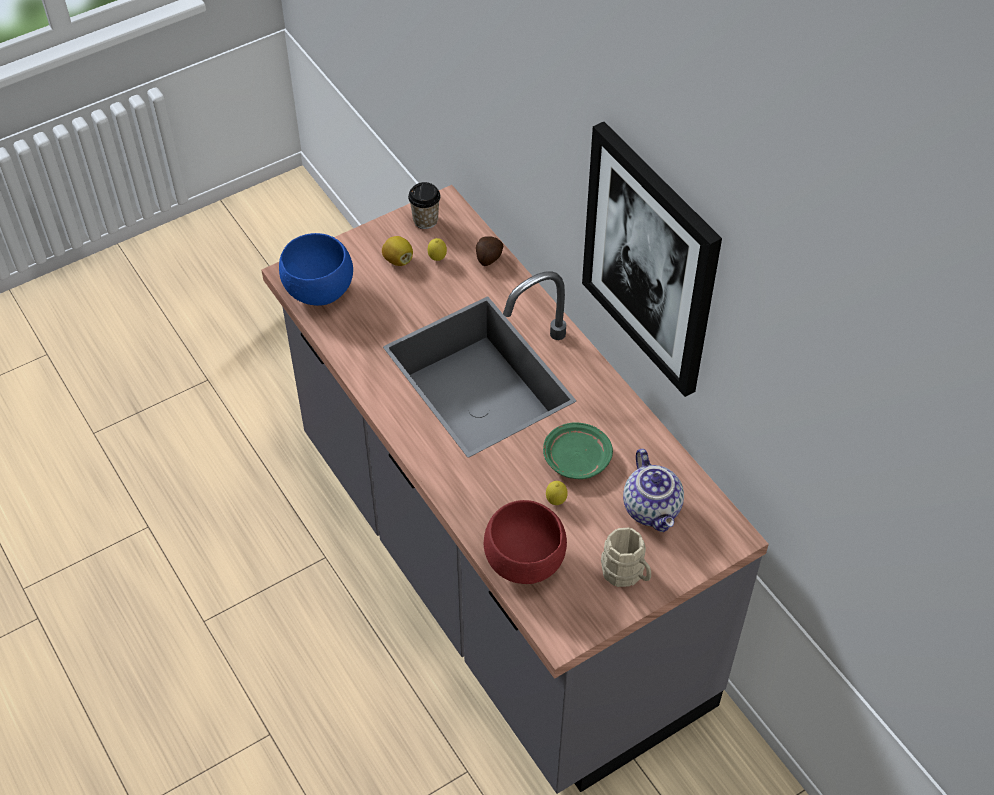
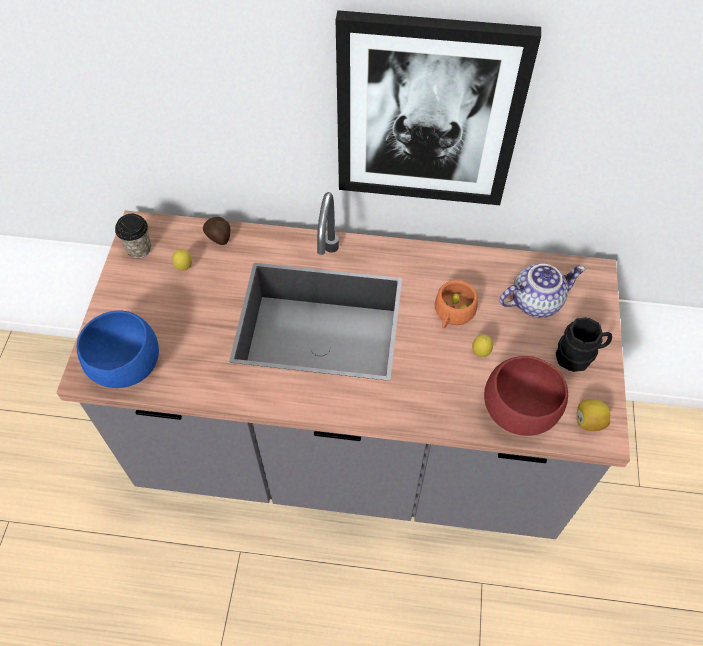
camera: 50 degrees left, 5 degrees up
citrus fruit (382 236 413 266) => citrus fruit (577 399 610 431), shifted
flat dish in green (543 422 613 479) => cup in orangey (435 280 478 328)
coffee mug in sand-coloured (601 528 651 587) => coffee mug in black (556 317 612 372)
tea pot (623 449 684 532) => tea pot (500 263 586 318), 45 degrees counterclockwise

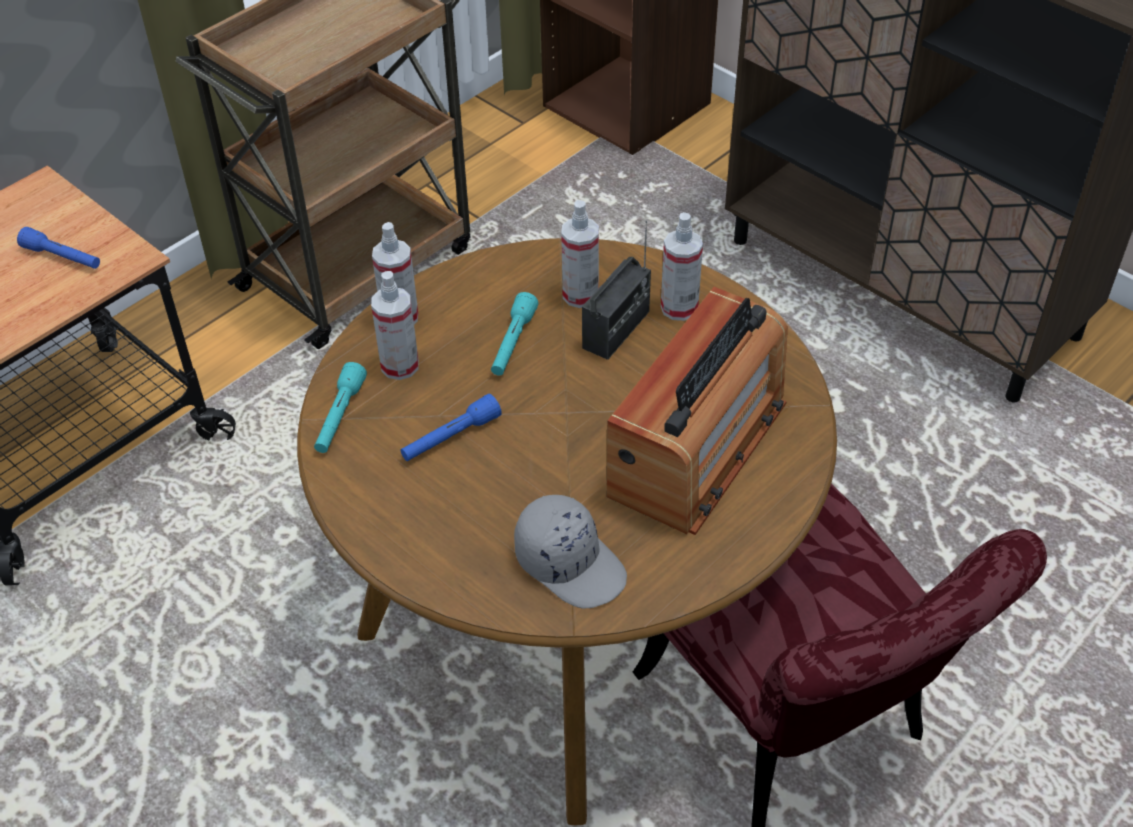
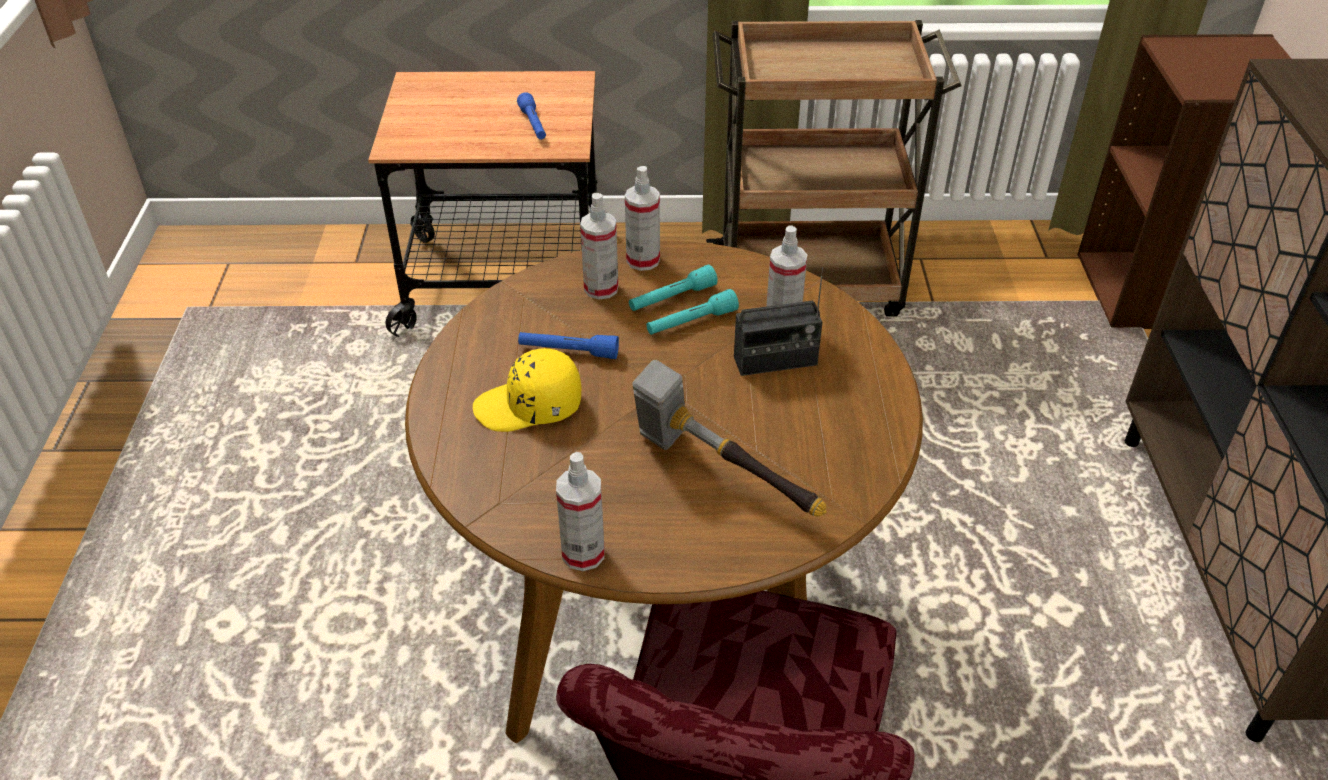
camera: 45 degrees right, 5 degrees down
torch in turquoise-coloured (314 362 367 453) => torch in turquoise-coloured (629 265 718 311), shifted
baseball cap in grey (514 495 627 609) => nothing
radio receiver (606 287 788 535) => hand hammer (632 360 827 516)
hand sprayer (661 212 703 321) => hand sprayer (556 452 605 571), shifted
nothing => baseball cap in yellowish (473 348 581 432)

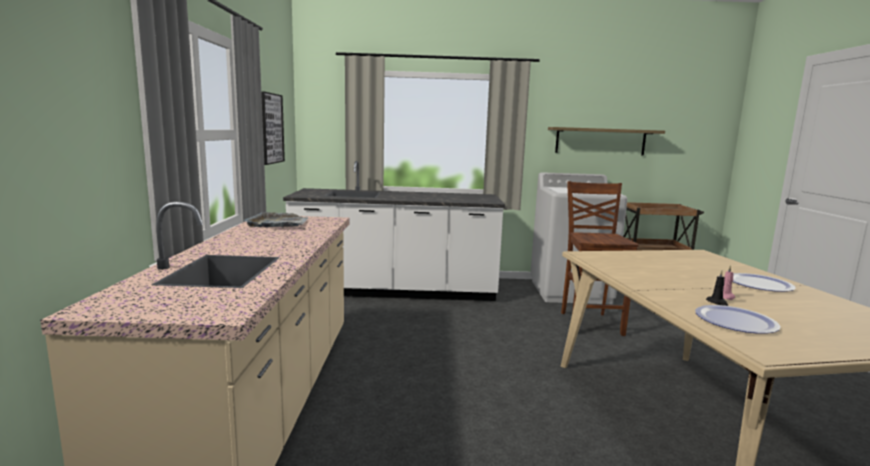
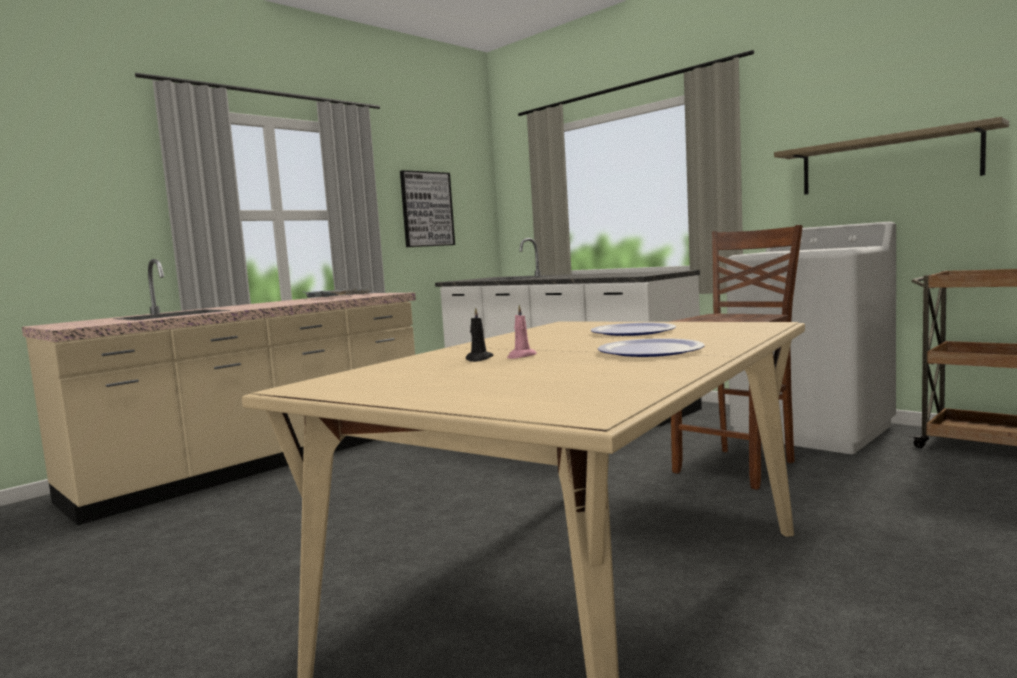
camera: 45 degrees right, 5 degrees down
flat dish (695 305 781 334) => flat dish (591 323 676 336), shifted

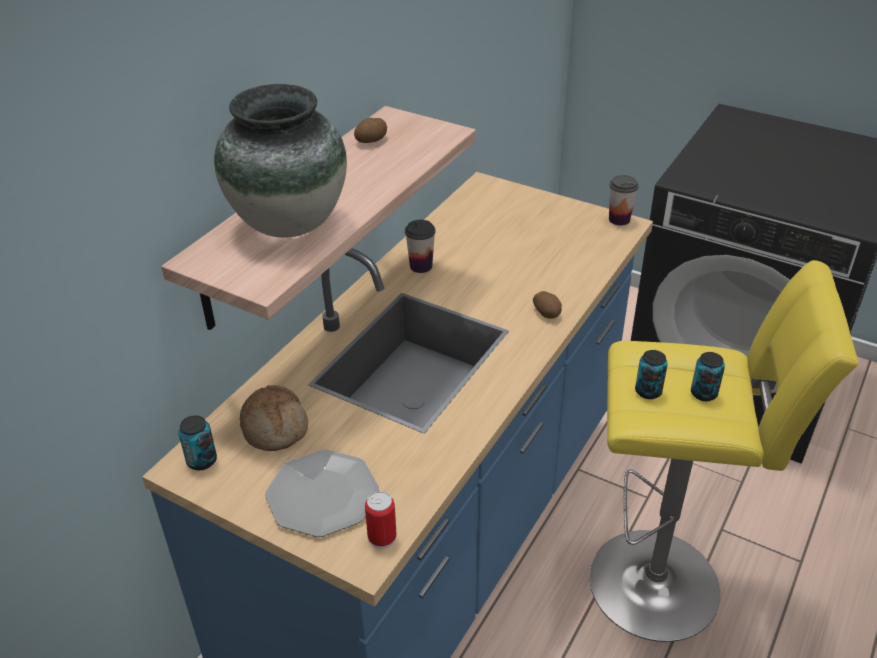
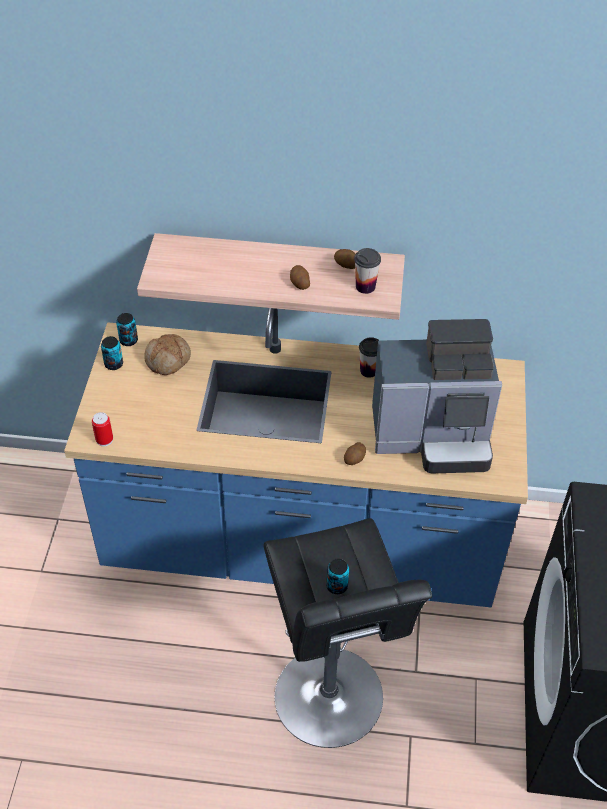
camera: 65 degrees right, 10 degrees up
flower vase (214 84 347 238) => nothing
flat dish (265 449 379 537) => nothing
stool in yellowish (590 260 858 642) => stool in black (263 518 432 748)
cup (609 175 639 226) => cup (354 248 381 294), shifted
metal can (635 350 668 399) => metal can (101 336 123 370), shifted
nothing => whole potato (290 265 310 290)
nothing => coffee machine (372 319 502 473)

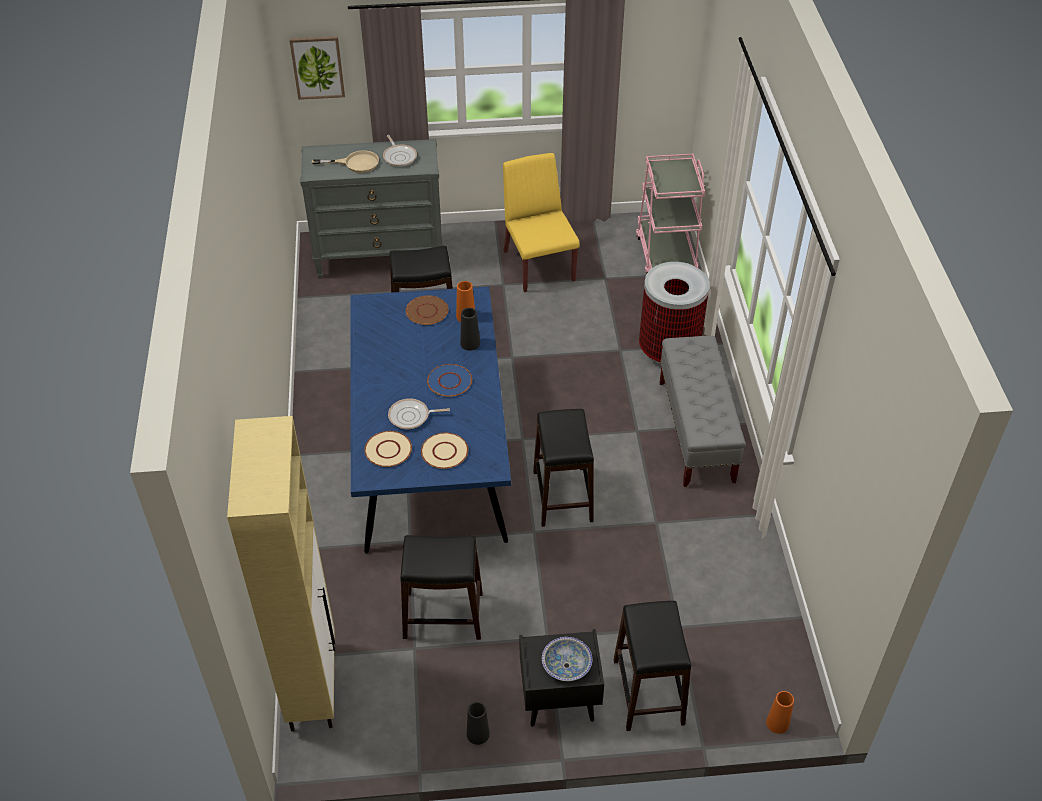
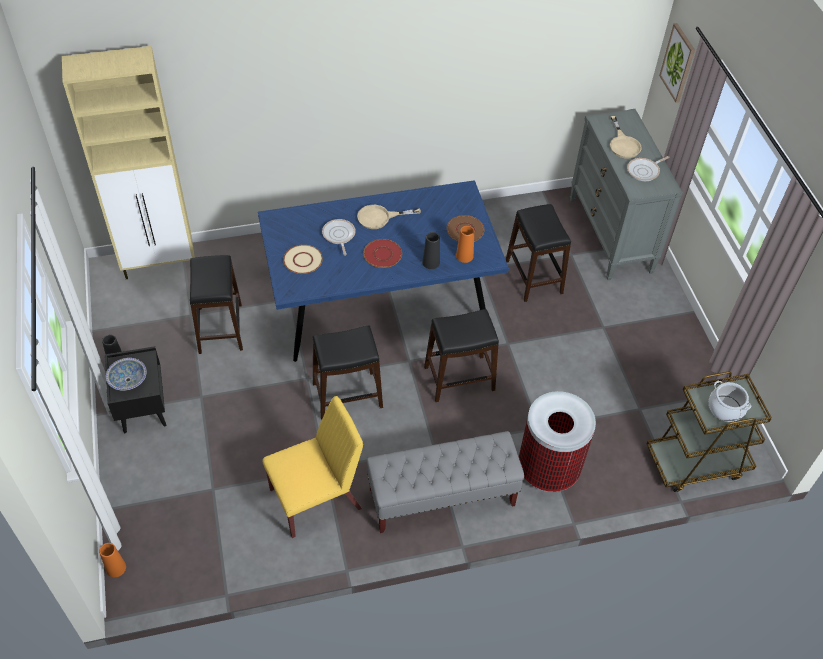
camera: 80 degrees right, 5 degrees up
flat dish in sand-coloured (364 431 412 467) => nothing
flat dish in blue (427 364 472 397) => flat dish in red (363 239 402 268)
upright chair in yellowish (503 153 580 292) => upright chair in yellowish (262 396 363 538), shifted
stool in black (614 601 691 731) => stool in black (424 309 499 402), shifted
wheeled cart in pinkish (636 154 705 274) => wheeled cart in brown-coloured (647 372 772 492)
nothing => skillet in sand-coloured (357 205 421 229)
nothing => cooking pot (709 380 751 422)

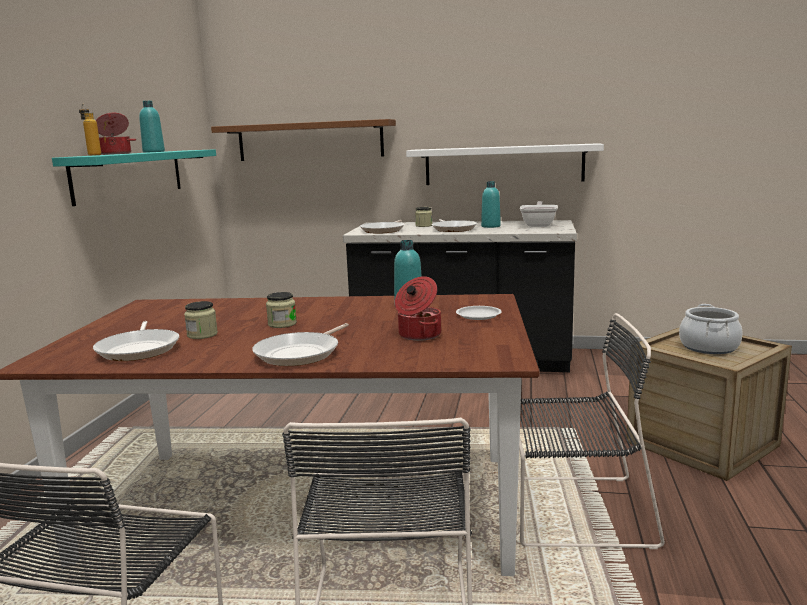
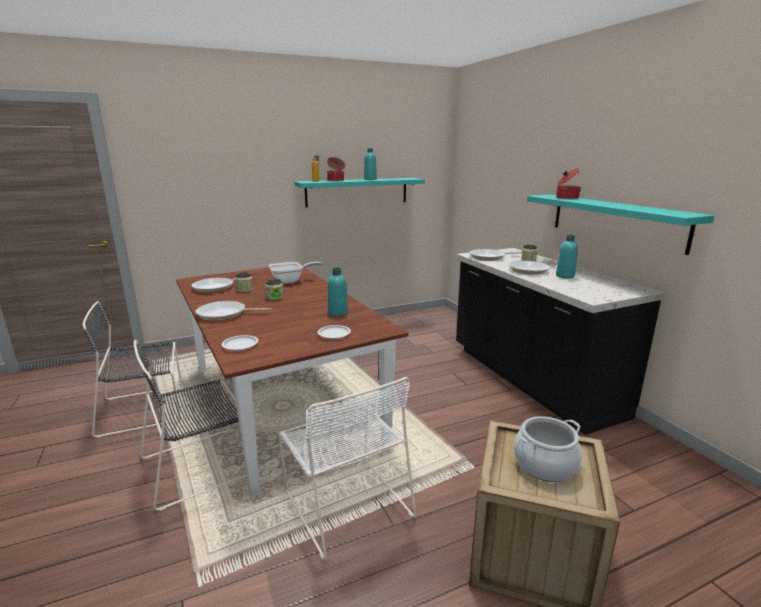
camera: 55 degrees right, 5 degrees up
bracket shelf in brown-coloured (211 119 396 161) => nothing
cooking pot (395 276 441 341) => cooking pot (556 168 581 199), shifted
bracket shelf in white-coloured (406 143 604 185) => bracket shelf in turquoise-coloured (527 195 715 255)
upright chair in black (518 313 665 549) => upright chair in white-coloured (279 377 416 561)
skillet (520 201 558 227) => skillet (269 262 323 284), shifted
nothing => flat dish in white-coloured (222 335 258 351)

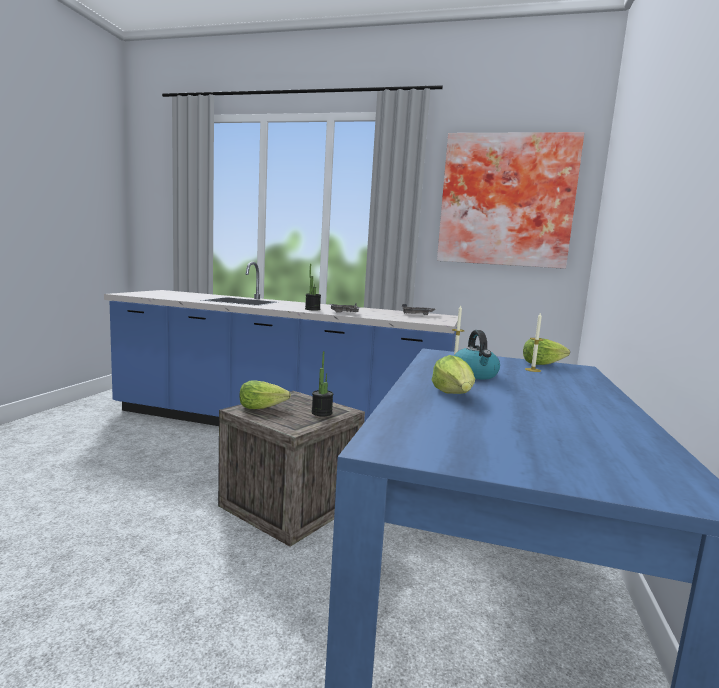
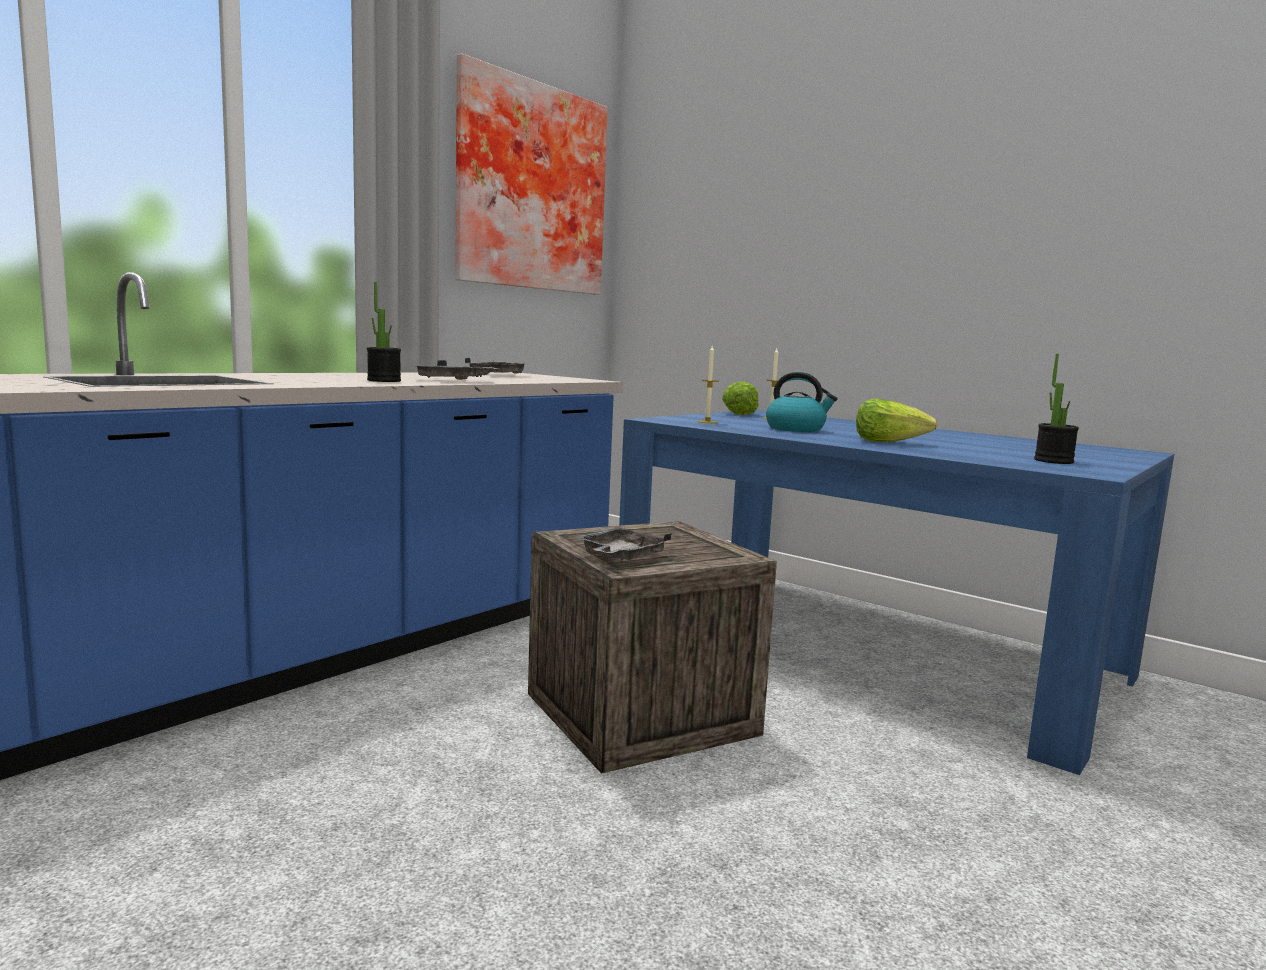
camera: 65 degrees left, 0 degrees up
lettuce (240 380 291 409) => serving tray in grey (576 528 671 560)
plant in a pot (311 351 333 416) => plant in a pot (1034 354 1079 464), shifted

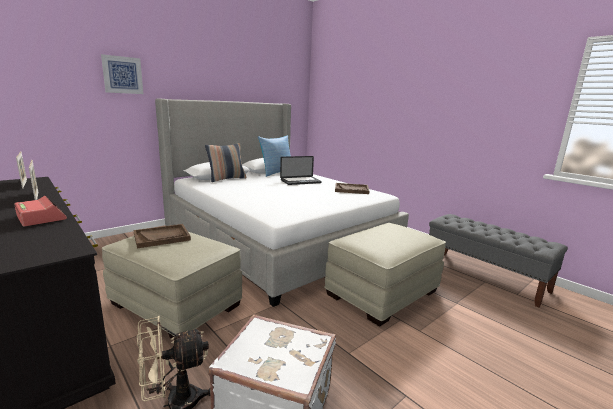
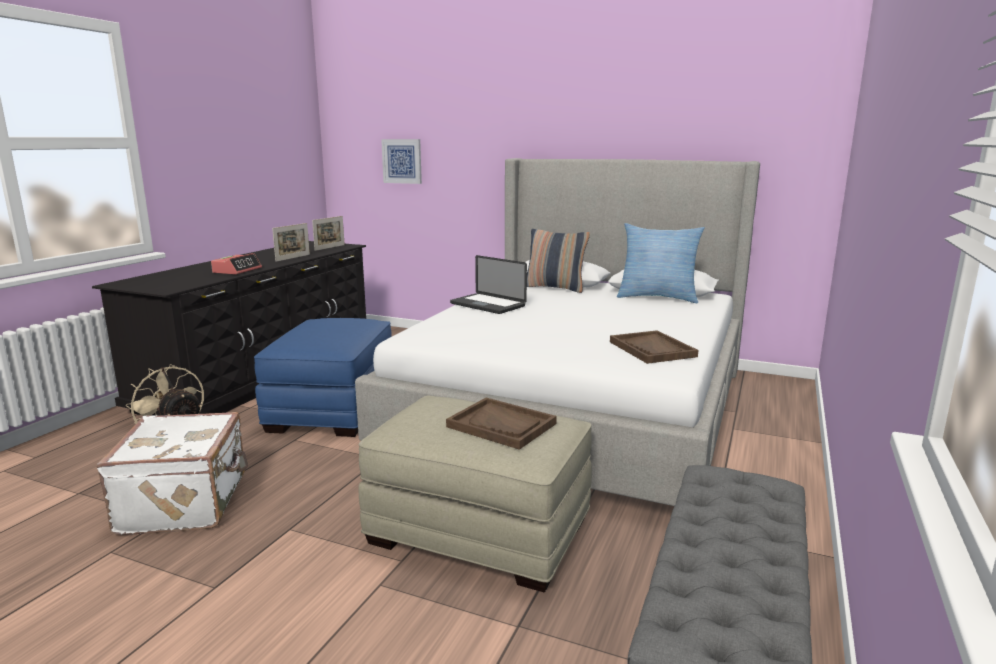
camera: 65 degrees right, 0 degrees up
wall art (101 54 143 94) => wall art (381 139 422 184), shifted
pouffe in sand-coloured (102 232 242 338) => pouffe in blue (254 318 392 437)
serving tray in brown-coloured (134 224 191 249) => serving tray in brown-coloured (446 398 557 450), shifted
portable computer (280 156 322 185) => portable computer (450 255 527 314), shifted

